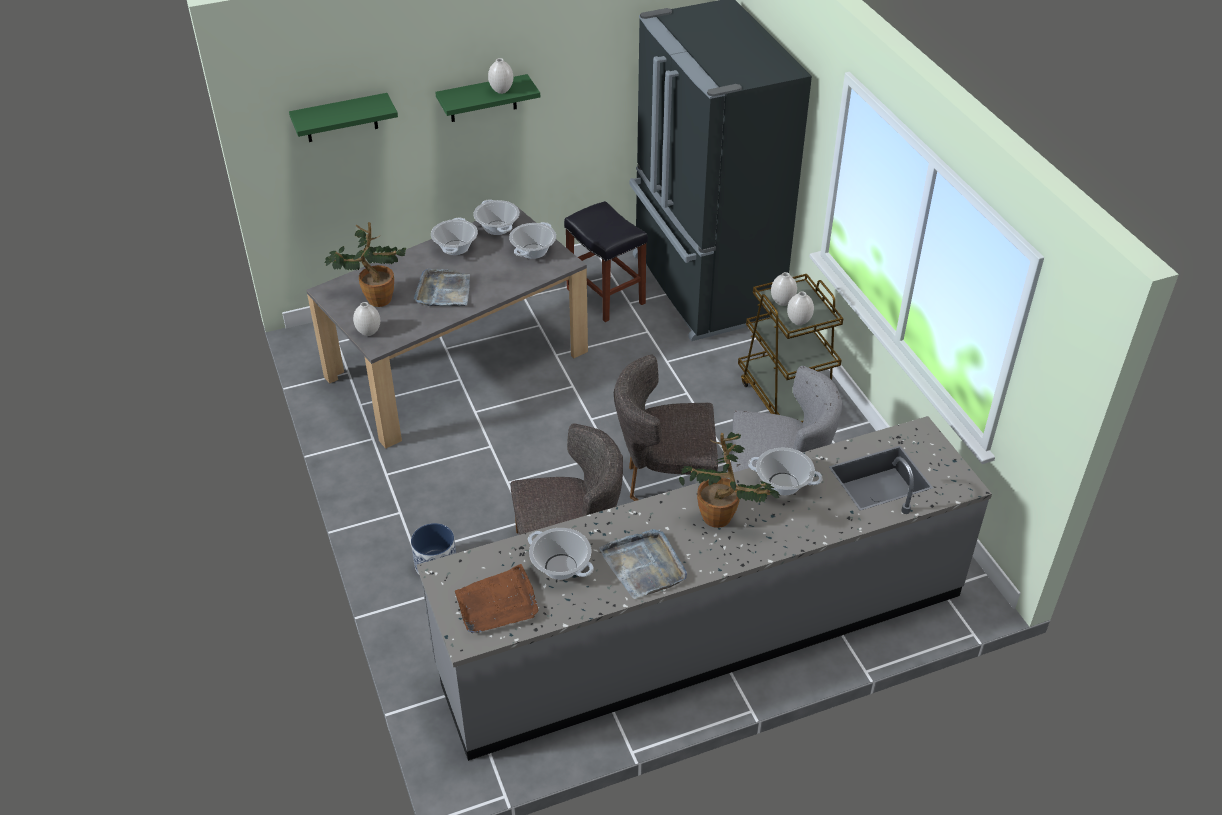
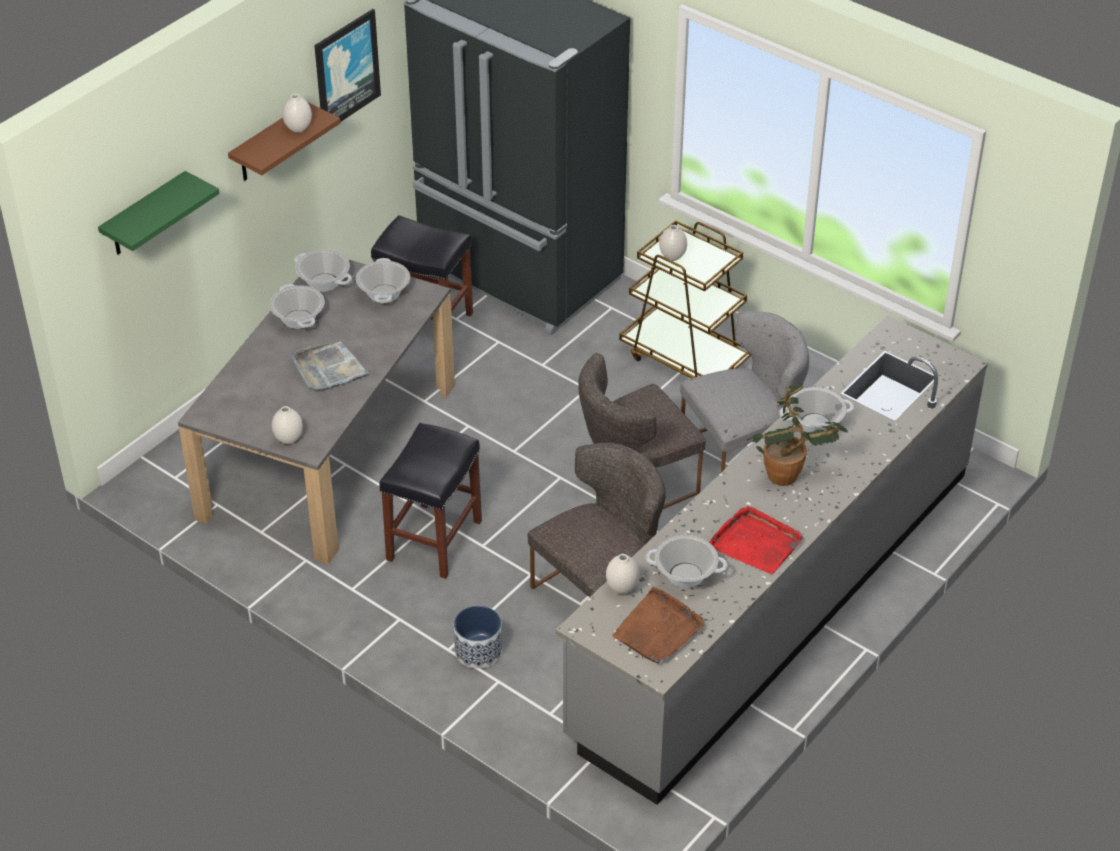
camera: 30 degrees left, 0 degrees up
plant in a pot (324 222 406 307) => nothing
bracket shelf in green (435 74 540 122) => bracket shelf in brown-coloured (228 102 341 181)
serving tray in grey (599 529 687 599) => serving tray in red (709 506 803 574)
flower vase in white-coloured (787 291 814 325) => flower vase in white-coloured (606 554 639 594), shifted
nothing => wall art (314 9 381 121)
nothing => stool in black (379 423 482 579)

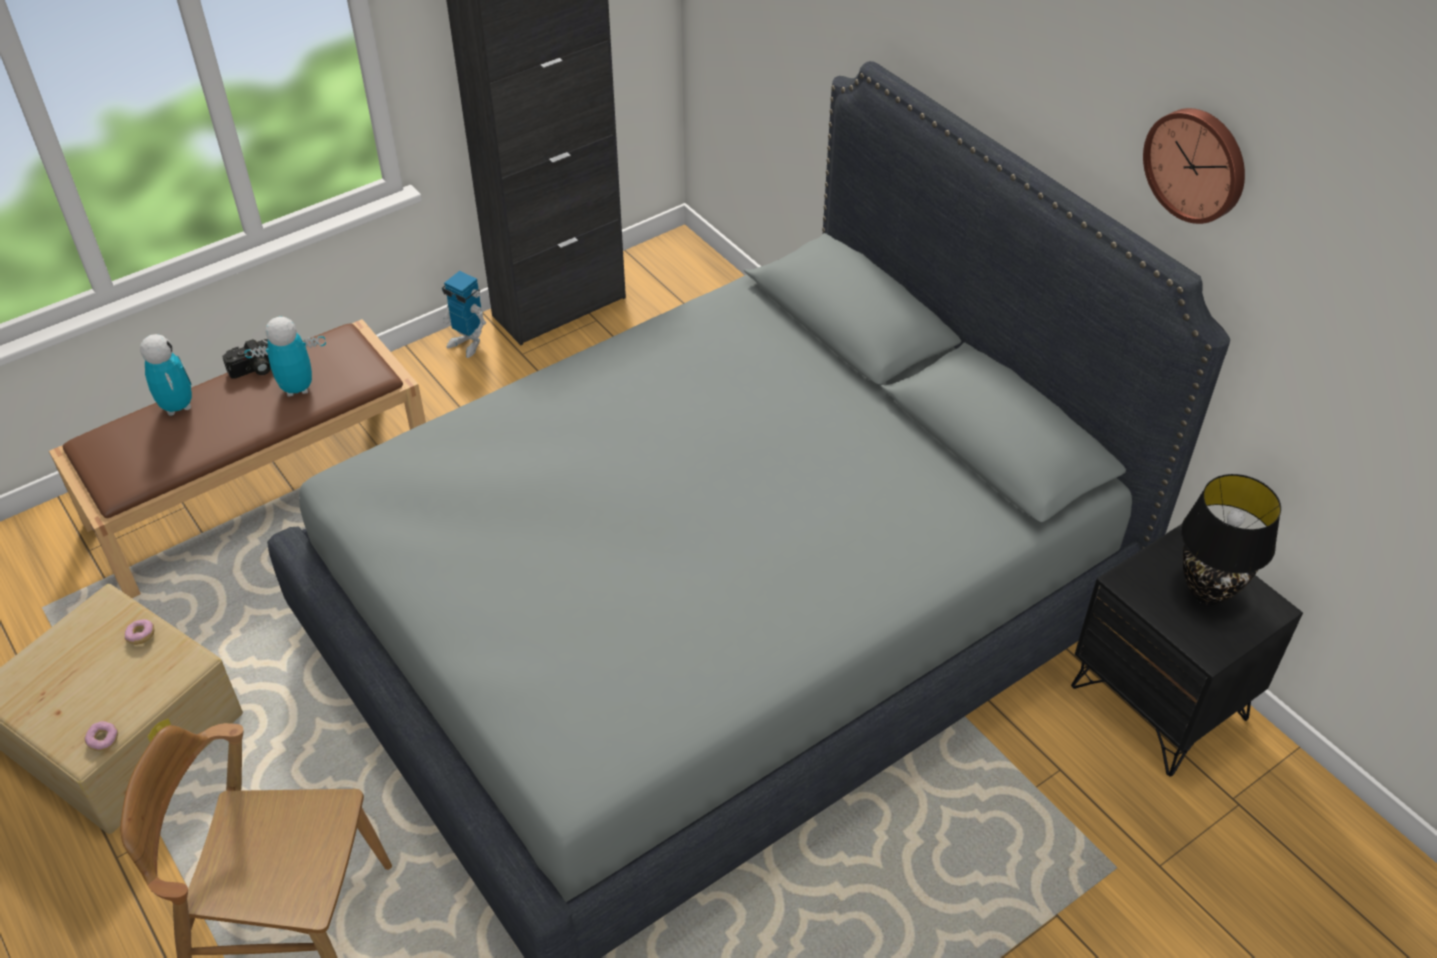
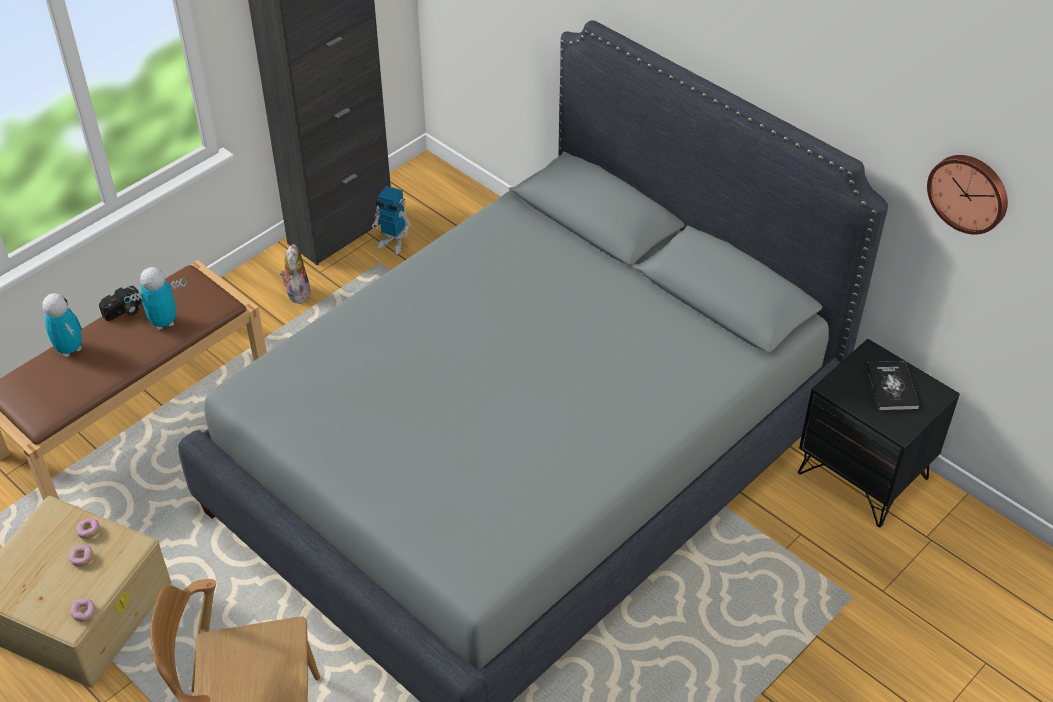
camera: 10 degrees left, 0 degrees up
robot figure (442 271 486 358) => robot figure (372 186 411 255), shifted
clock on the wall (1143 108 1245 224) => clock on the wall (927 155 1008 235), shifted
table lamp in black (1181 474 1281 605) => bound book (866 361 919 410)
nothing => donut (69 545 93 567)
nothing => cuddly toy (280 244 311 304)

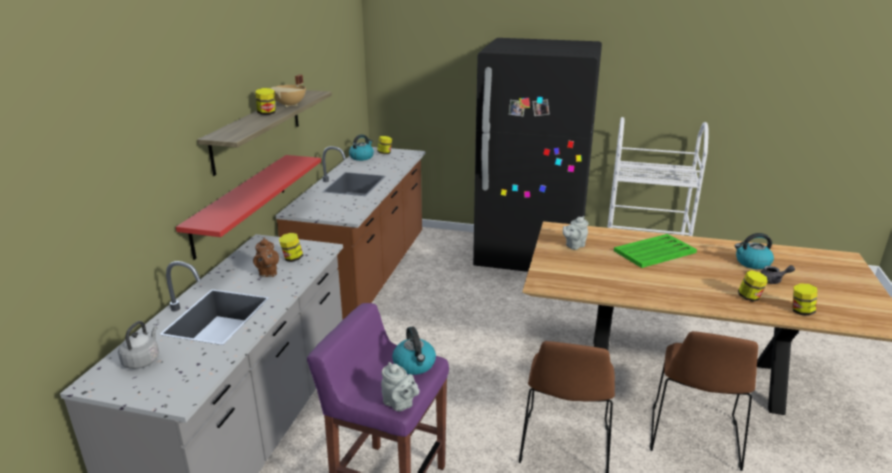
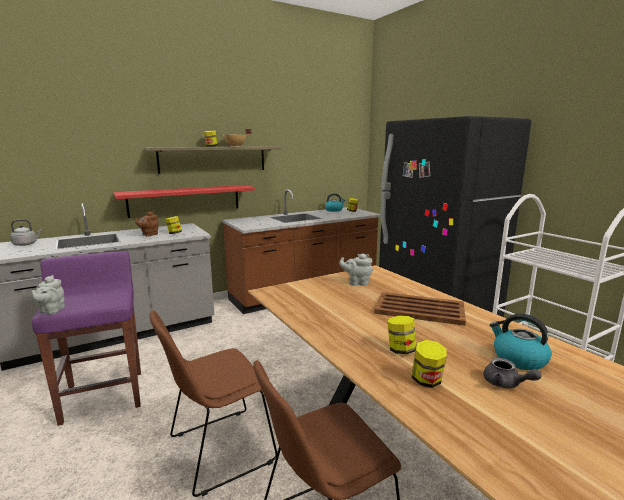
camera: 45 degrees right, 10 degrees down
tea kettle (392 326 436 375) => nothing
serving tray in green (614 234 697 268) => serving tray in brown-coloured (374 292 466 326)
preserve jar (792 284 818 315) => preserve jar (387 316 417 354), shifted

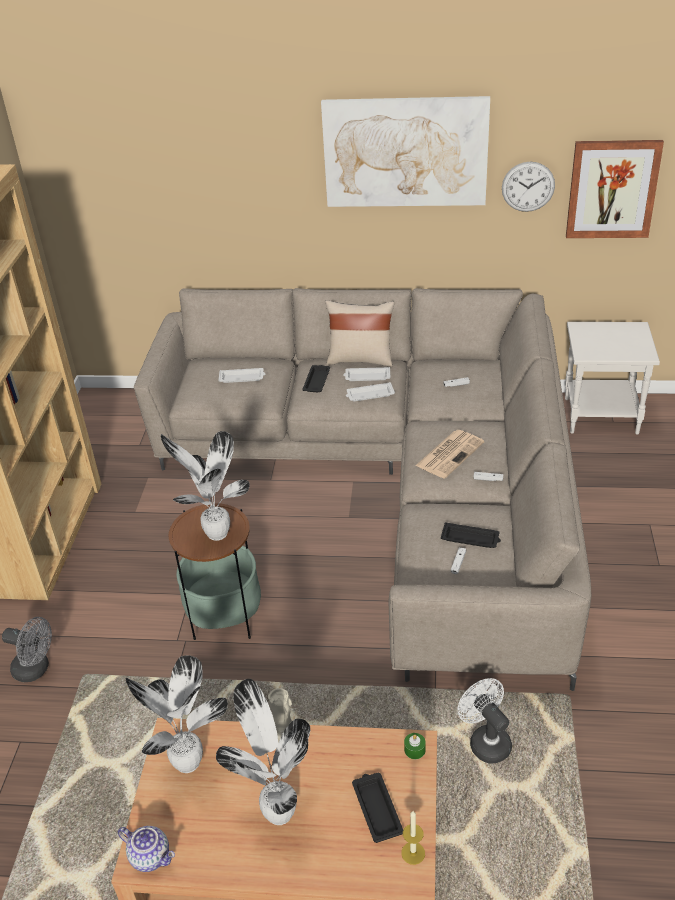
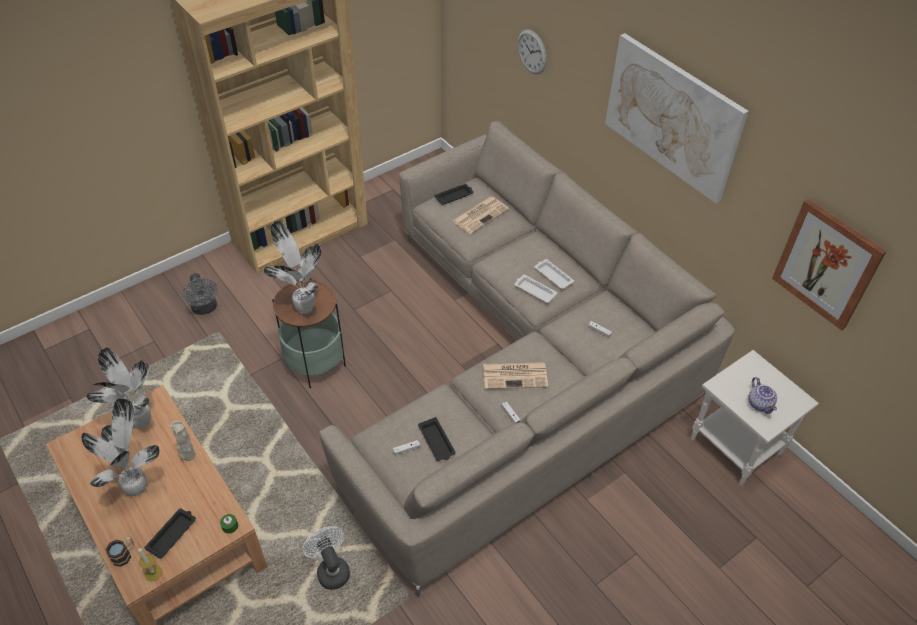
camera: 45 degrees right, 10 degrees up
tea pot (118 826 175 872) => tea pot (749 377 777 414), shifted
serving tray in white-coloured (218 368 266 383) => printed paper (452 197 509 234)
serving tray in black (302 365 330 392) => serving tray in black (434 184 473 205), shifted
pillow in sand-coloured (325 300 394 367) => nothing
cooling fan in white-coloured (457 678 512 764) => cooling fan in white-coloured (303 526 350 590), 45 degrees counterclockwise
clock on the wall (502 162 555 212) => clock on the wall (517 29 547 75), shifted
nothing => coffee mug (106 536 134 567)

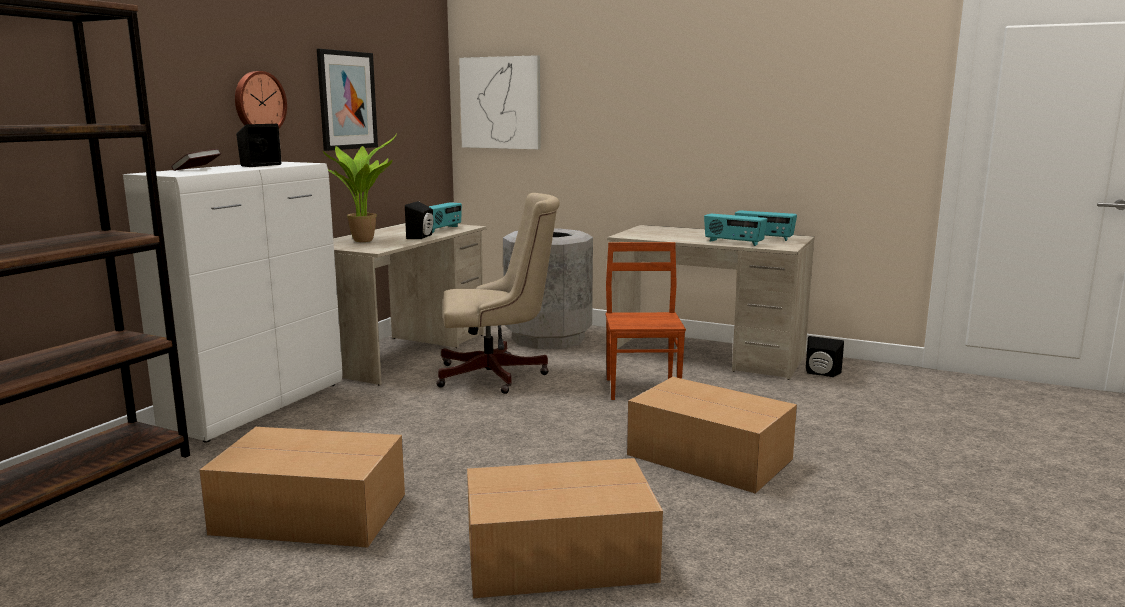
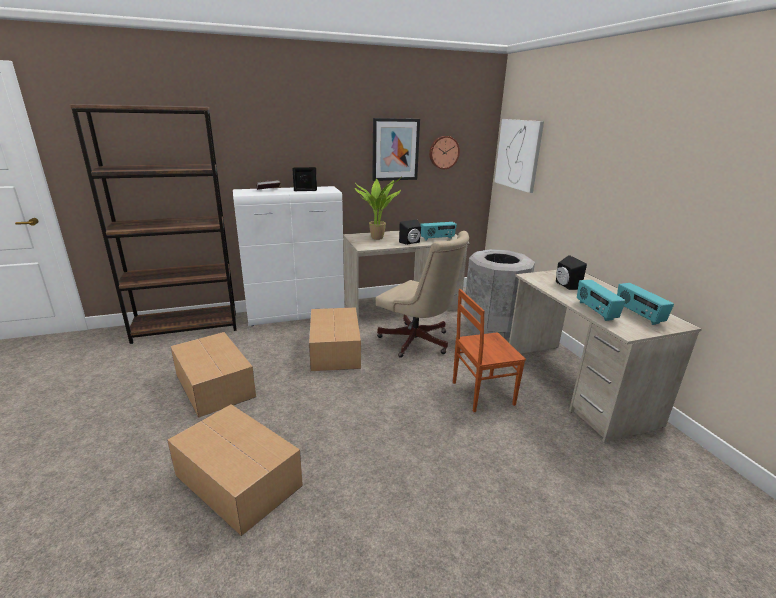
camera: 45 degrees right, 10 degrees up
clock on the wall (235 71 287 128) => clock on the wall (429 136 460 169), shifted
upright chair in brown-coloured (606 242 686 400) => upright chair in brown-coloured (453 289 526 412), 150 degrees counterclockwise
packing box (627 377 797 494) => packing box (309 307 361 371), shifted
audio speaker in black (806 336 844 377) => audio speaker in black (556 255 587 290), shifted

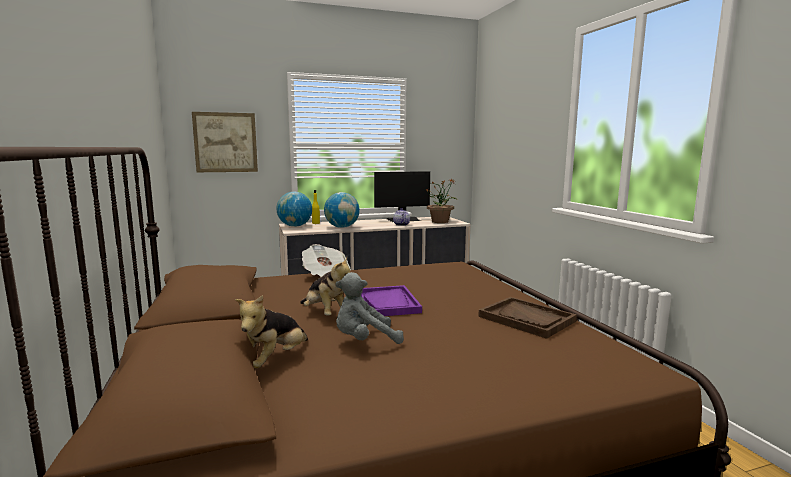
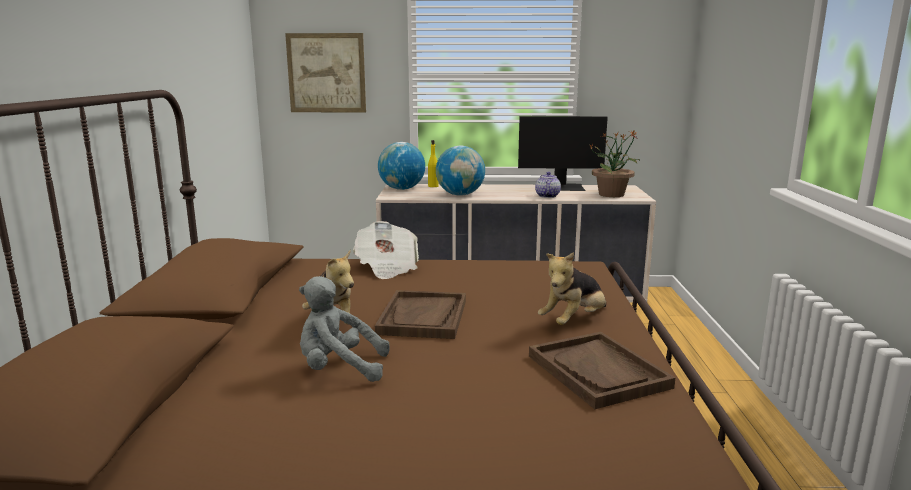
camera: 20 degrees right, 5 degrees up
cuddly toy (235 295 308 368) => cuddly toy (538 252 606 325), shifted
serving tray in purple-coloured (361 285 422 316) => serving tray in brown-coloured (375 290 466 339)

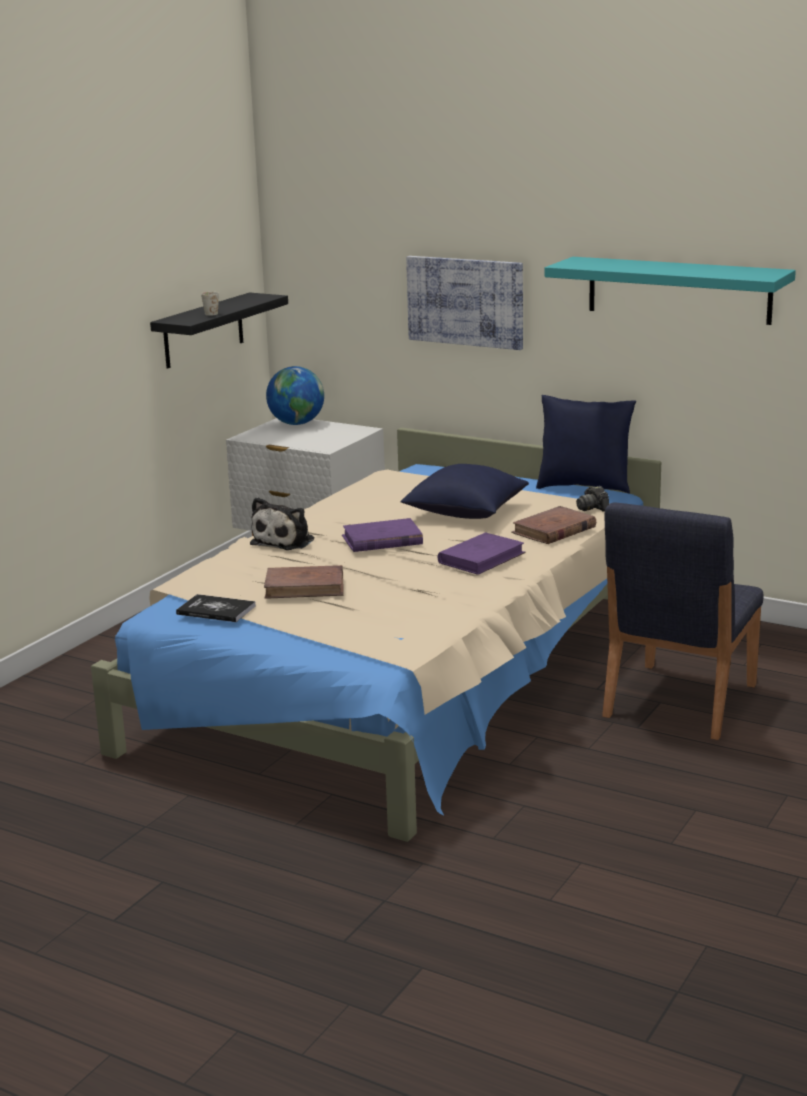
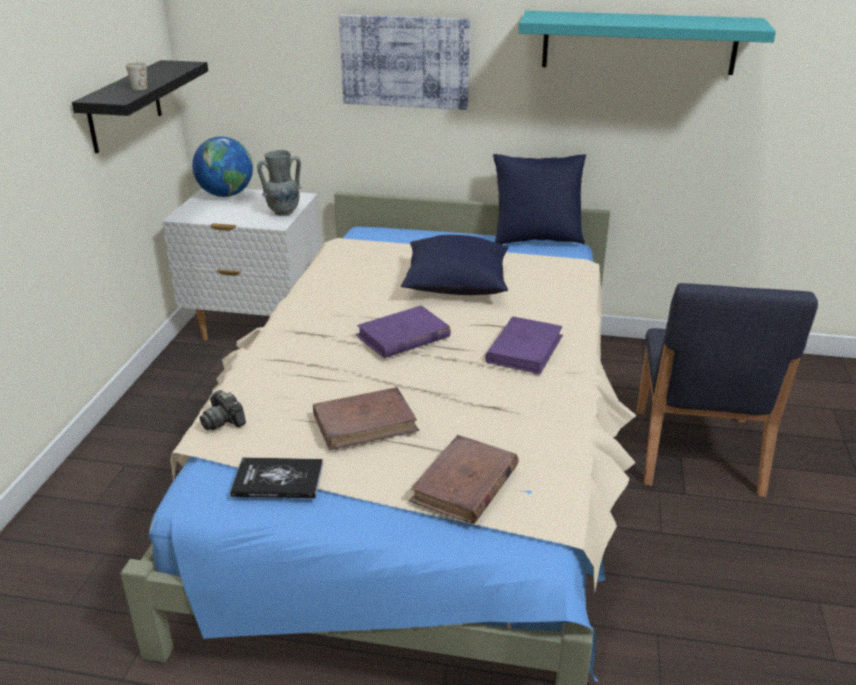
camera: 20 degrees left, 10 degrees up
cuddly toy (250 497 314 550) => nothing
bound book in brown-coloured (511 506 596 544) => bound book in brown-coloured (409 435 519 524), shifted
still camera (576 486 609 512) => still camera (200 390 246 430), shifted
nothing => flower vase in grey (257 150 302 216)

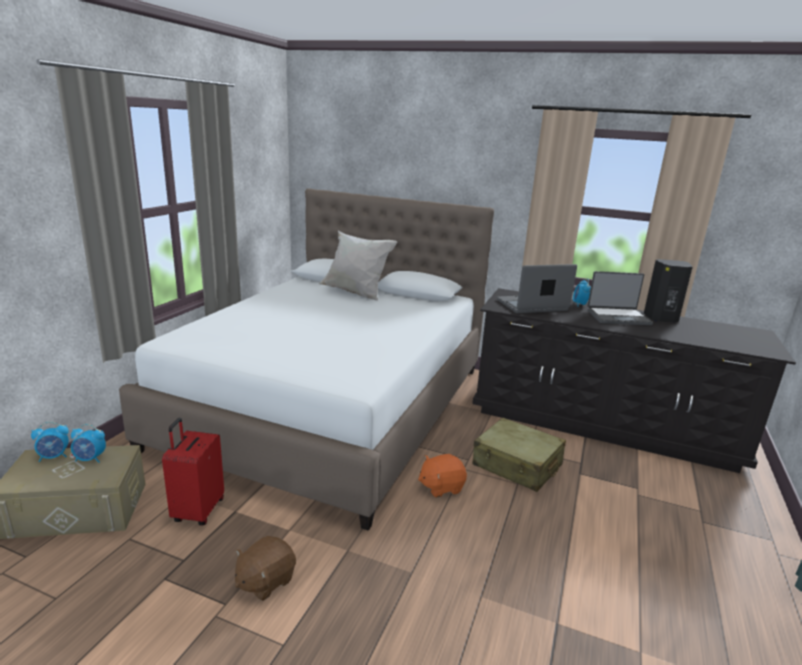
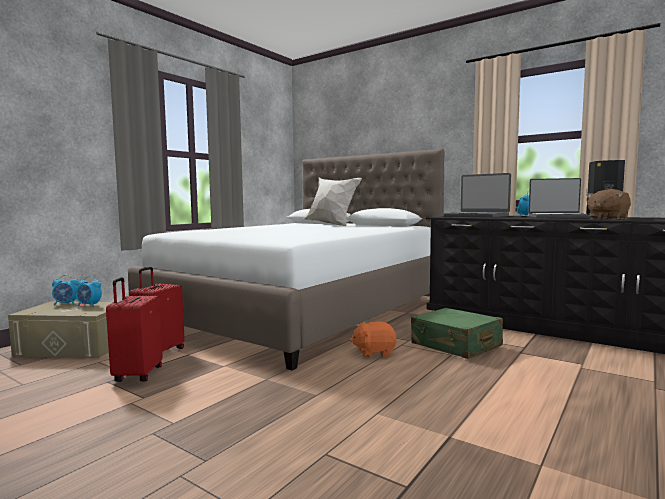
camera: 15 degrees right, 15 degrees down
cuddly toy in brown-coloured (235 536 296 601) => cuddly toy in brown-coloured (586 189 631 220), shifted
travel case in sand-coloured (473 417 566 492) => travel case in green (411 308 503 359)
portable computer (497 264 577 313) => portable computer (443 173 511 218), 135 degrees counterclockwise
nothing => travel case in red (106 277 163 382)

